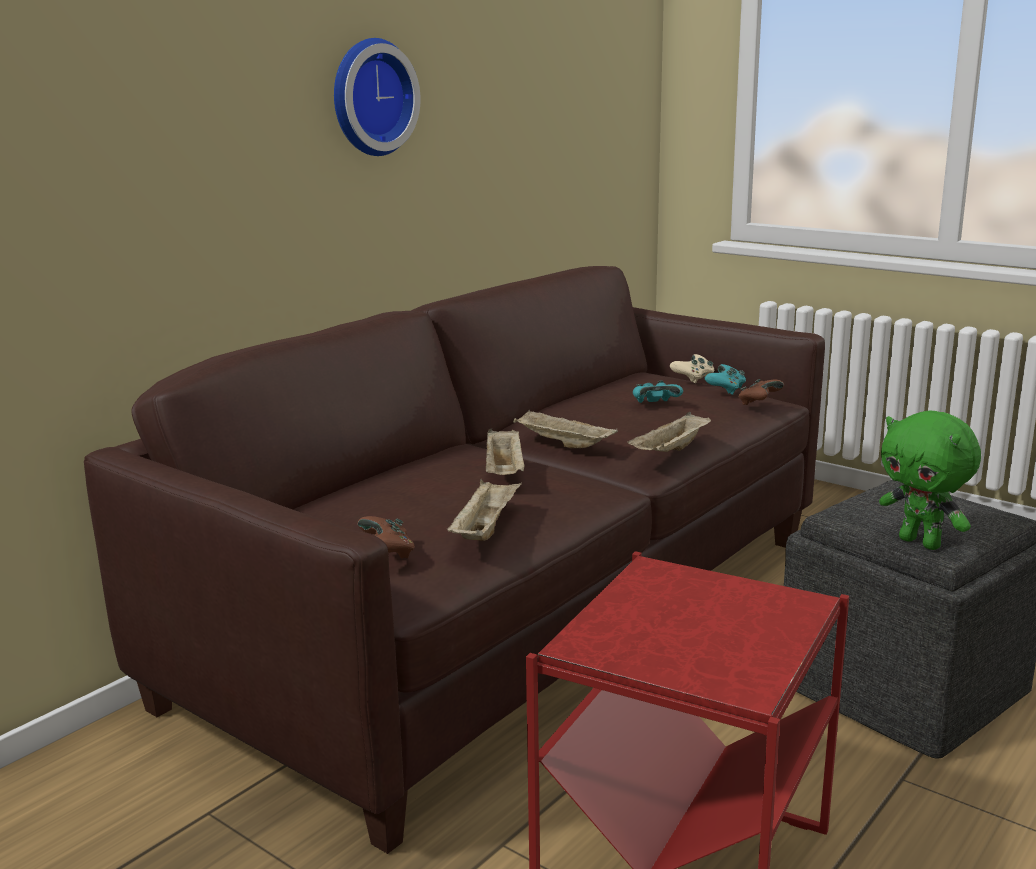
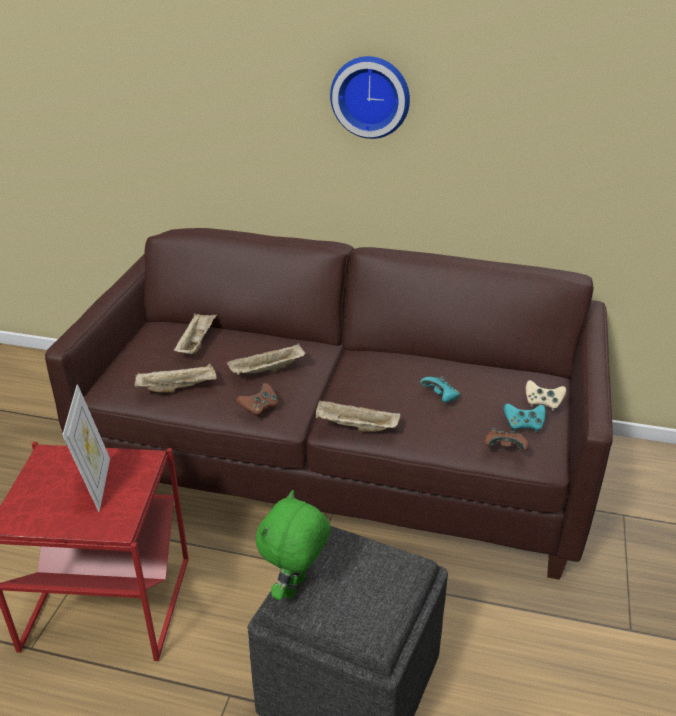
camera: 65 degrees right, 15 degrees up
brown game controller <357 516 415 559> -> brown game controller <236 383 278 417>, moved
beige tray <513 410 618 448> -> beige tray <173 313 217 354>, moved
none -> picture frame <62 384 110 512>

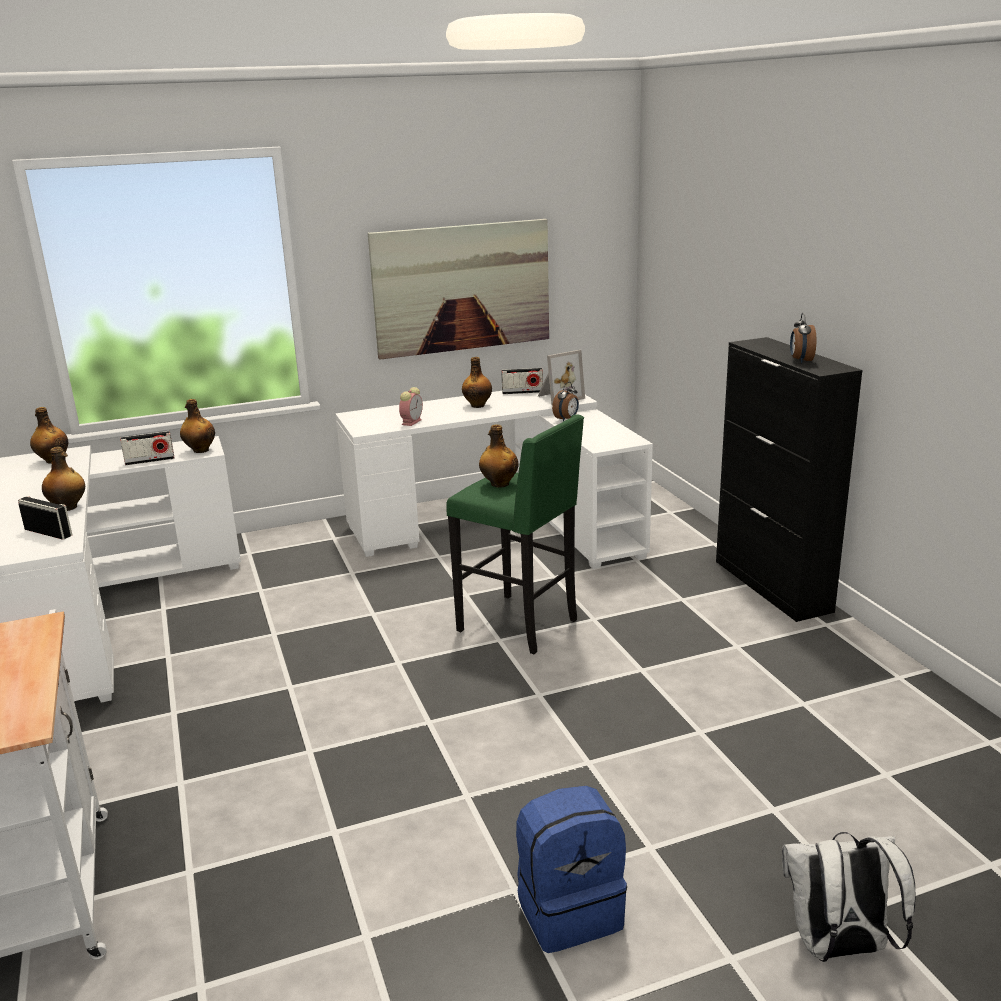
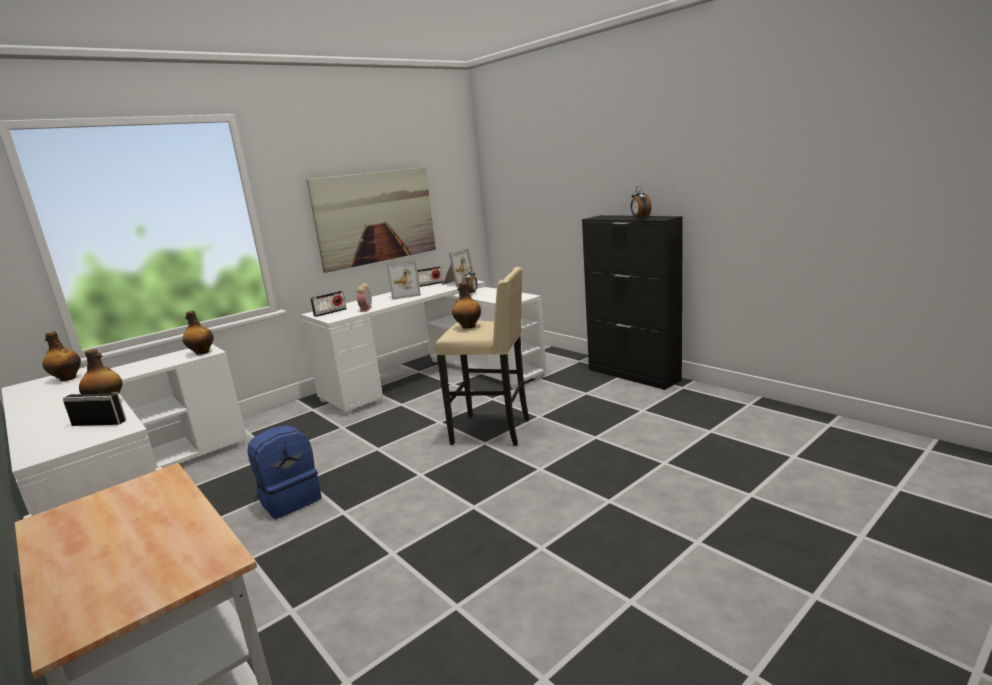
camera: 20 degrees left, 5 degrees down
radio <120 431 174 465> -> radio <310 291 347 317>, moved
green stool <446 414 584 654> -> beige stool <435 267 529 446>
bottle <462 357 492 408> -> picture frame <387 260 421 300>
blue backpack <516 786 627 953> -> blue backpack <247 425 322 519>, moved
white backpack <782 832 916 962> -> none

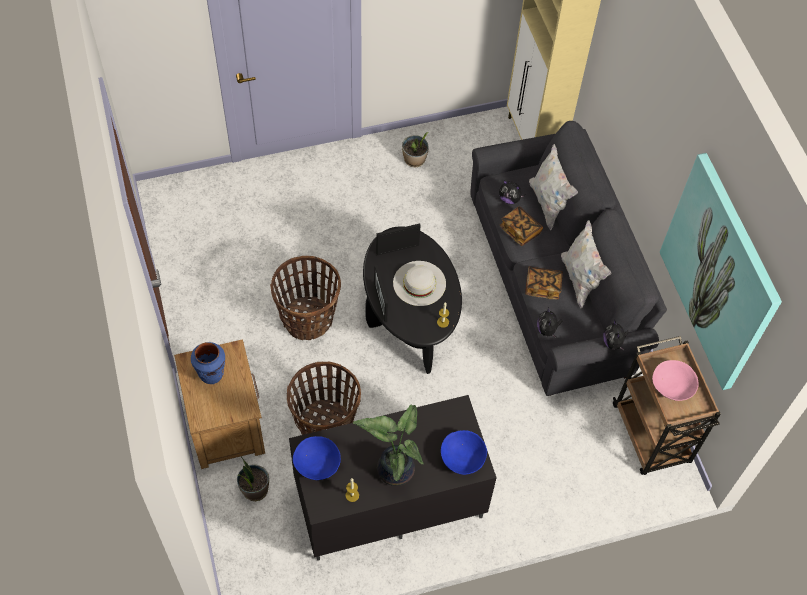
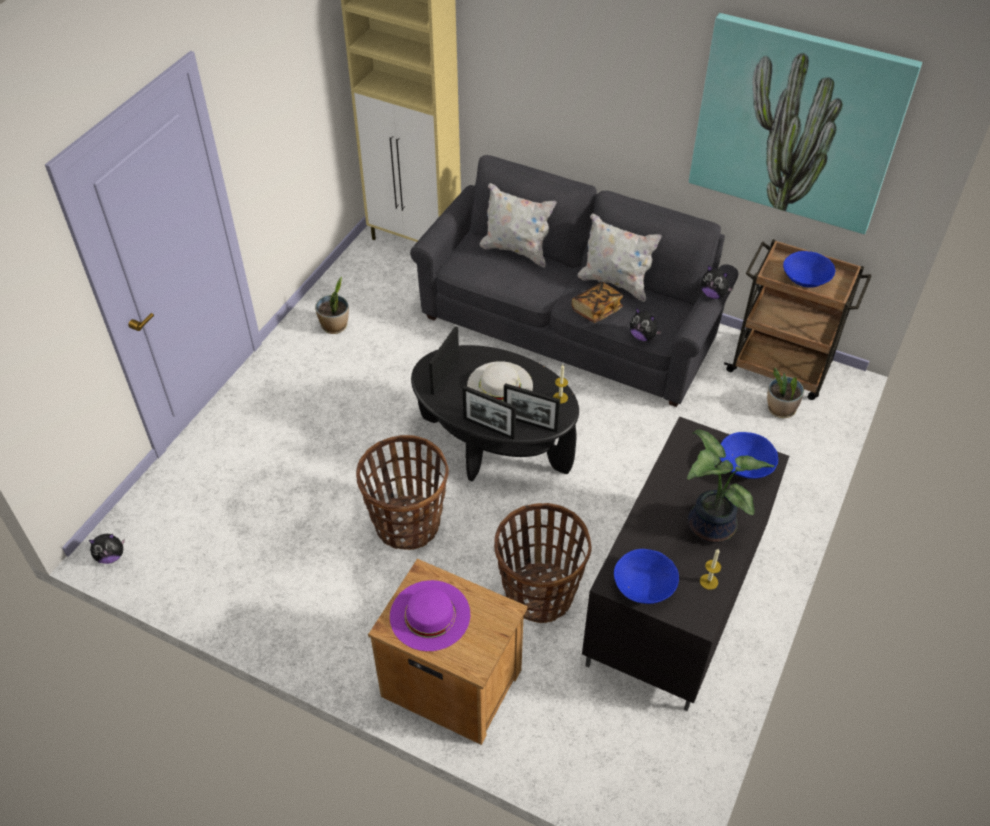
camera: 45 degrees left, 10 degrees down
blue vase <191 342 225 384> -> purple hat <390 580 470 651>
potted plant <237 457 269 501> -> potted plant <767 368 804 418>, moved
plush toy <499 180 525 204> -> plush toy <89 534 125 564>, moved
book <500 207 543 246> -> none
pink bowl <652 360 699 401> -> blue bowl <783 251 835 287>
none -> picture frame <504 383 560 433>

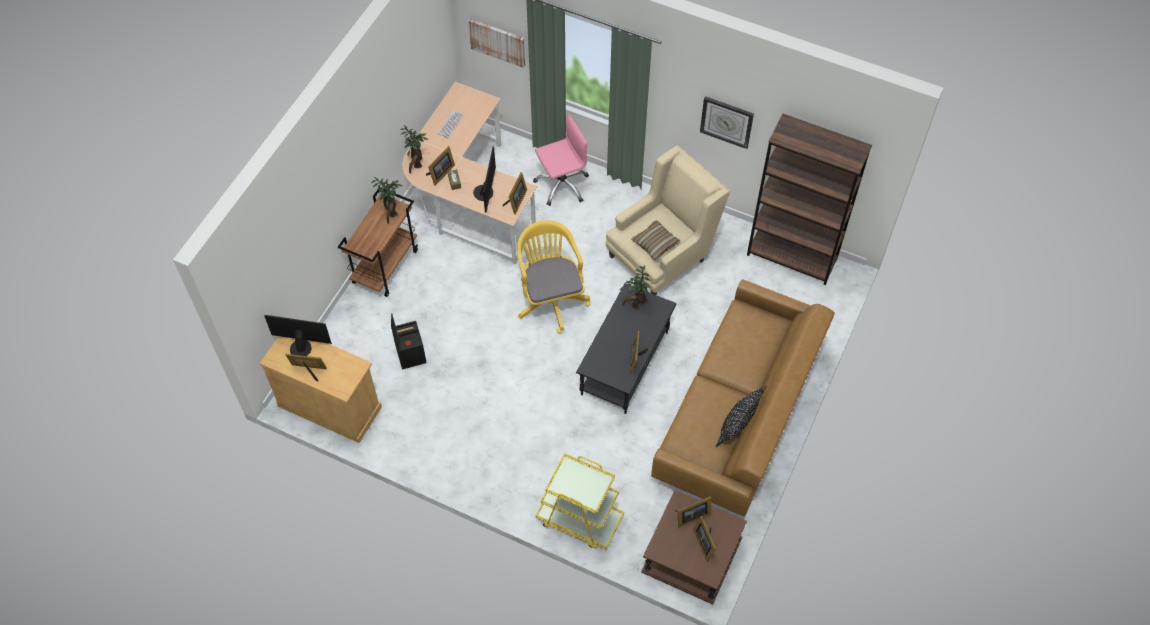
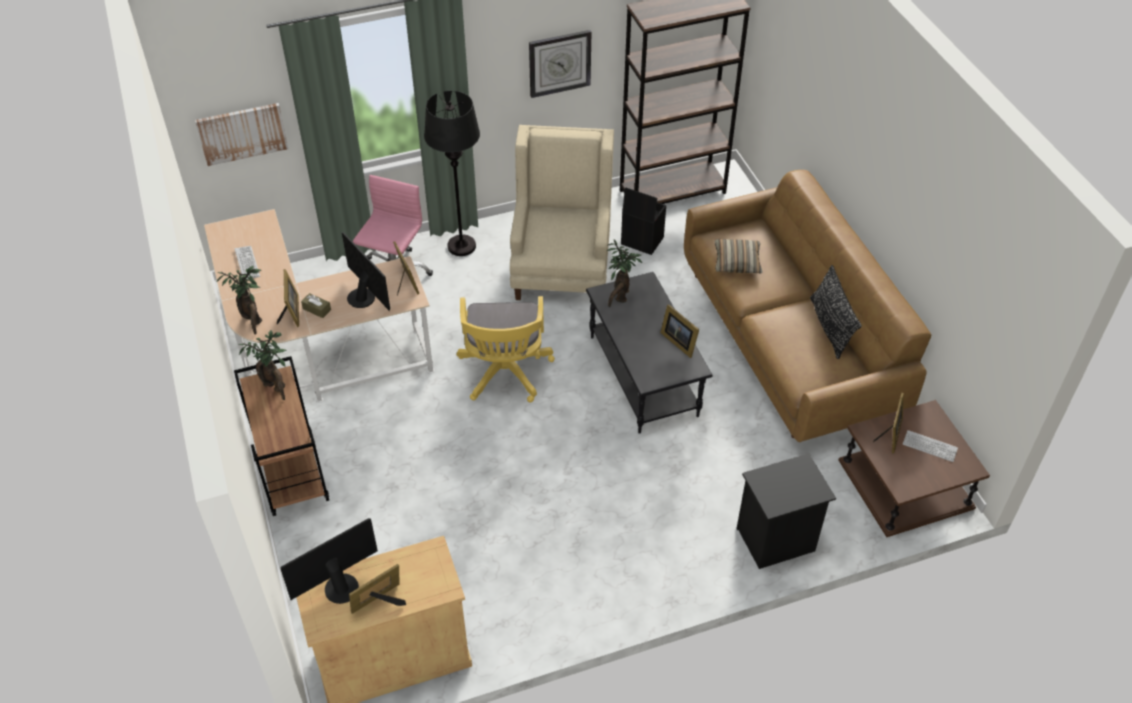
camera: 45 degrees left, 10 degrees down
black storage box <391 313 427 370> -> black storage box <621 187 666 255>, moved
yellow office chair <517 220 590 334> -> yellow office chair <457 296 555 403>, 120 degrees counterclockwise
yellow cart <536 453 624 550> -> black nightstand <736 453 836 569>
pillow <631 220 680 261> -> pillow <715 239 762 273>, moved
picture frame <693 516 716 562> -> keyboard <903 430 958 462>
none -> black floor lamp <424 91 480 256>

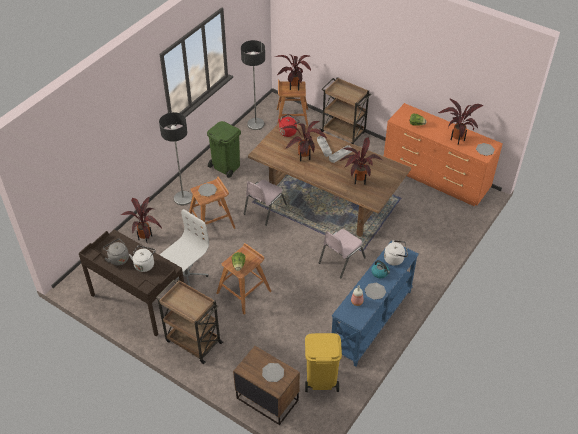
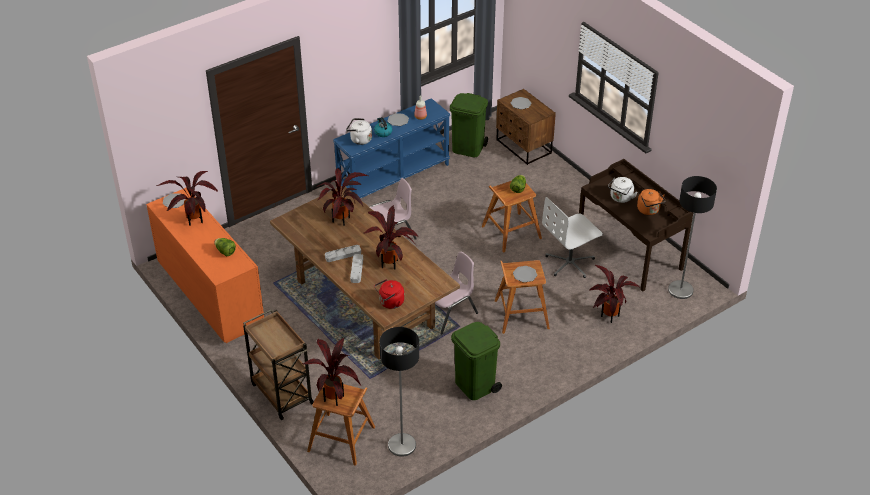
camera: 160 degrees left, 5 degrees down
grey kettle <103 238 129 266> -> orange kettle <637 189 666 215>
brown cart <156 279 224 364> -> none
floor lamp <159 112 192 205> -> floor lamp <668 176 717 299>, moved
yellow trash can <305 333 342 392> -> green trash can <450 93 488 157>

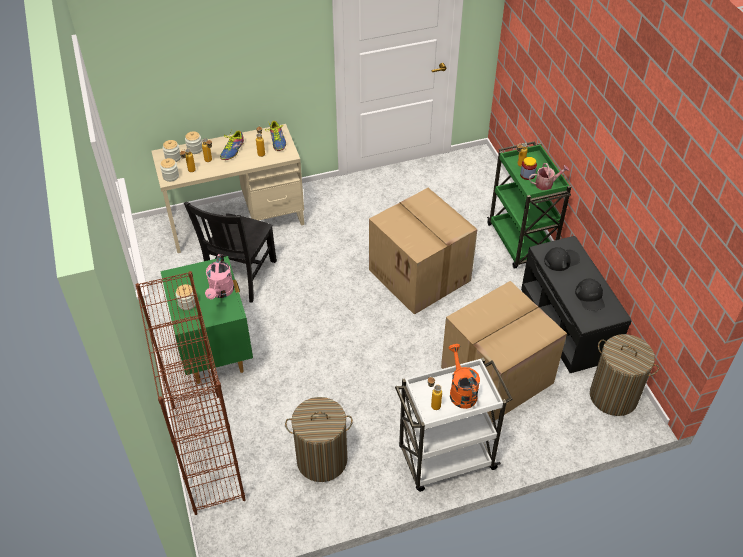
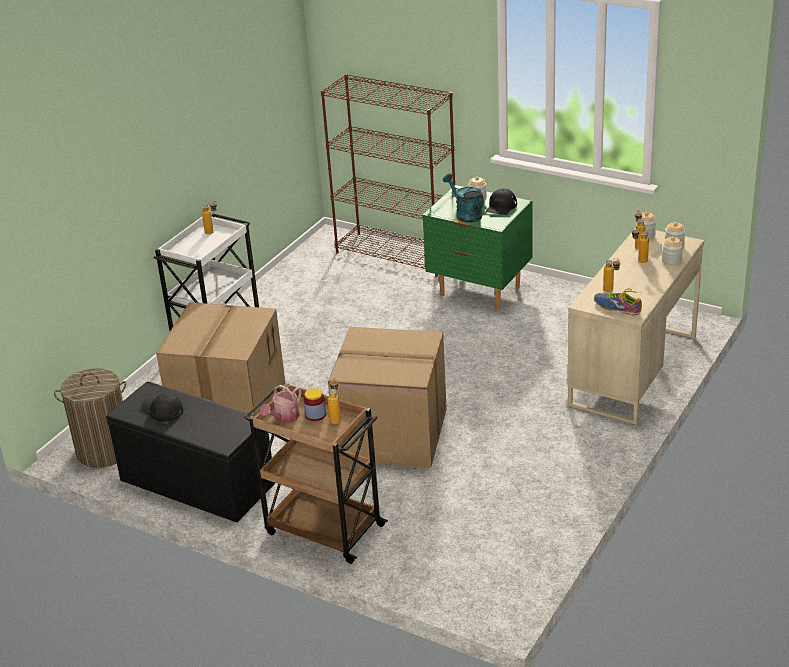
camera: 140 degrees right, 15 degrees down
black chair <184 202 277 302> -> none
pink watering can <205 254 234 299> -> turquoise watering can <443 174 484 223>
shoe <220 130 244 160> -> none
laundry basket <285 397 353 482> -> none
orange watering can <449 344 480 409> -> none
green cart <487 141 571 269> -> brown cart <244 383 388 564>
black cap <544 247 580 271> -> black cap <486 188 517 215>, moved

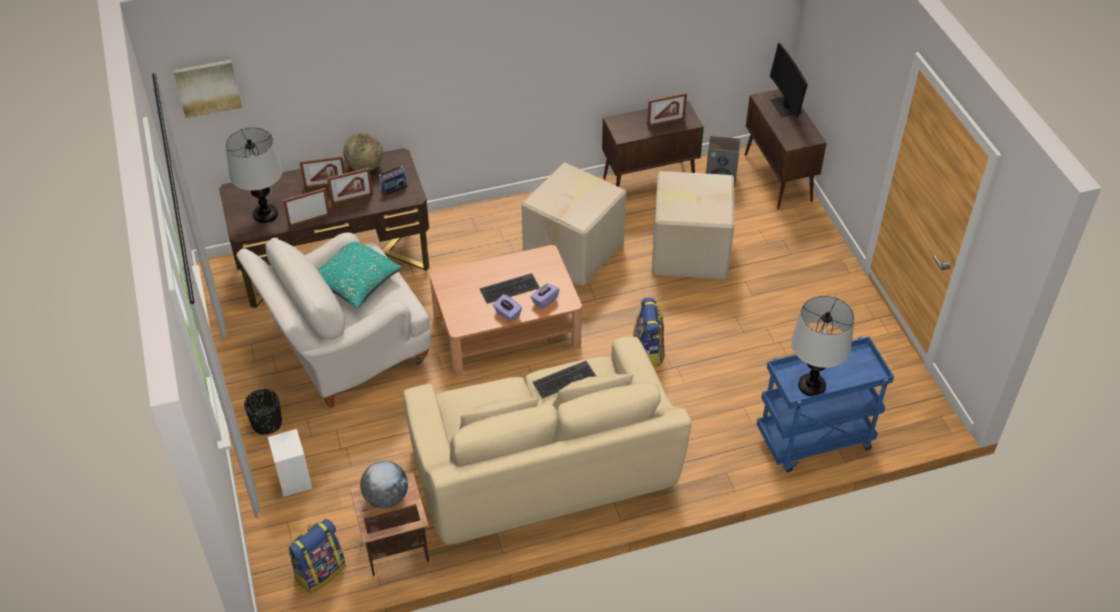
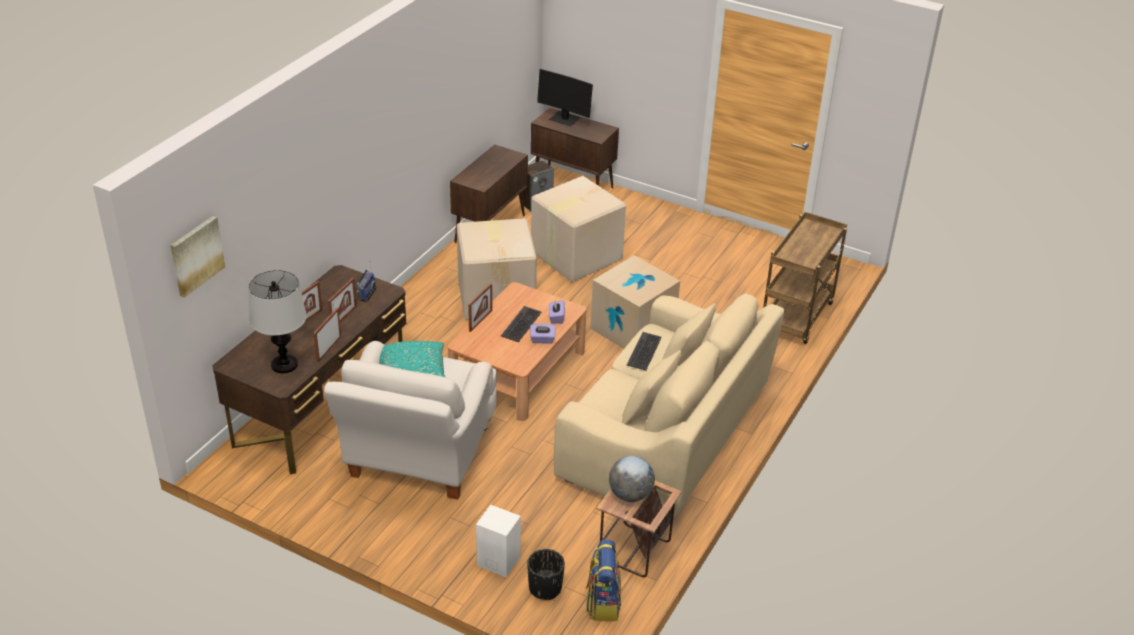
camera: 45 degrees left, 10 degrees down
black planter <244 389 282 435> -> black planter <527 549 565 600>, moved
globe <343 132 383 171> -> none
backpack <633 298 665 367> -> cardboard box <590 255 680 349>
picture frame <647 93 687 127> -> picture frame <468 283 492 332>, moved
blue cart <757 336 894 472> -> brown cart <763 212 847 344>
table lamp <791 296 854 396> -> none

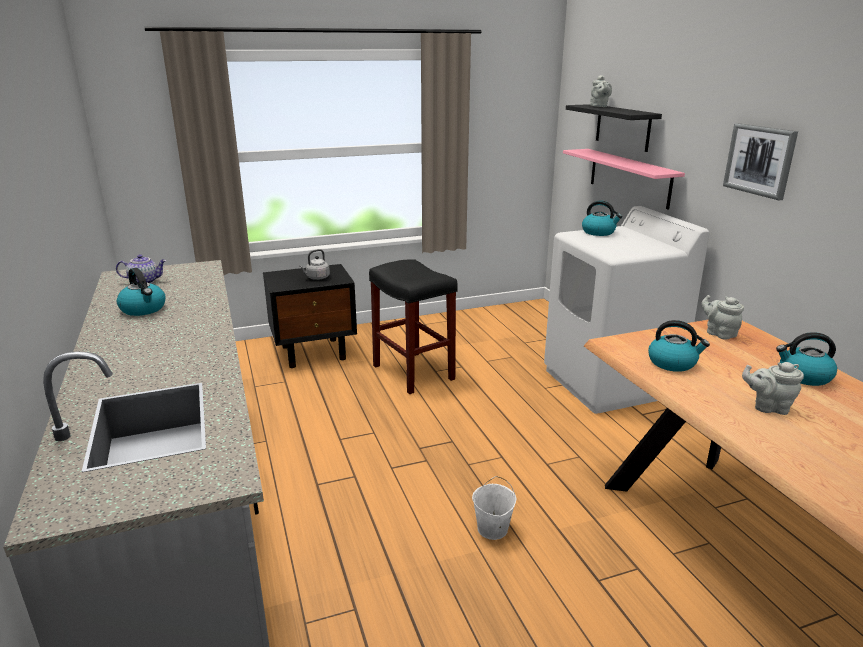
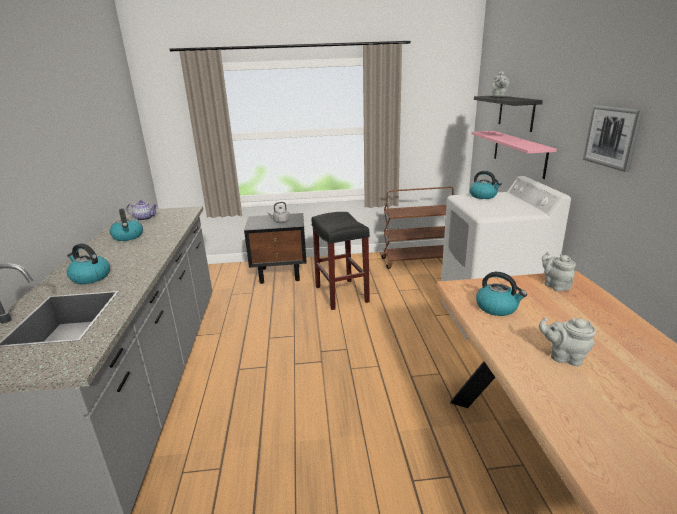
camera: 15 degrees right, 0 degrees up
white bucket <472 476 516 540> -> none
kettle <776 332 837 386> -> kettle <67 243 110 284>, moved
none -> brown cart <381 187 454 269>

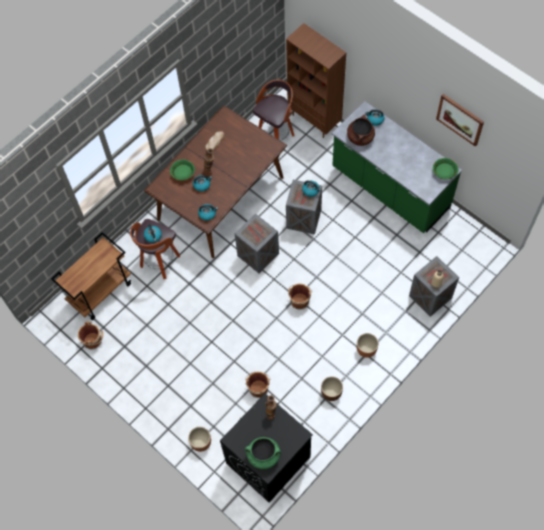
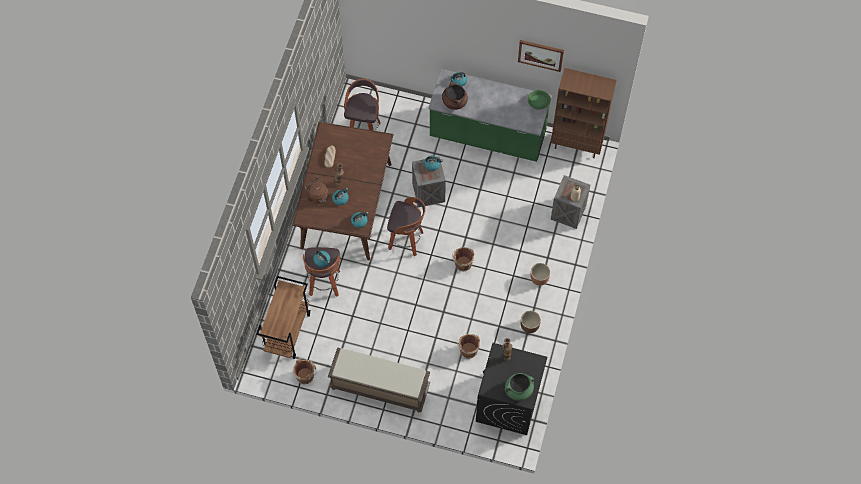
camera: 30 degrees left, 0 degrees up
green bowl <170 159 195 181> -> brown kettle <305 177 329 204>
brown planter <188 427 211 452> -> none
crate <235 213 279 274> -> stool <387 197 426 256>
brown bookcase <286 23 346 138> -> brown bookcase <551 68 616 158>, moved
none -> brown bench <328 347 430 412>

